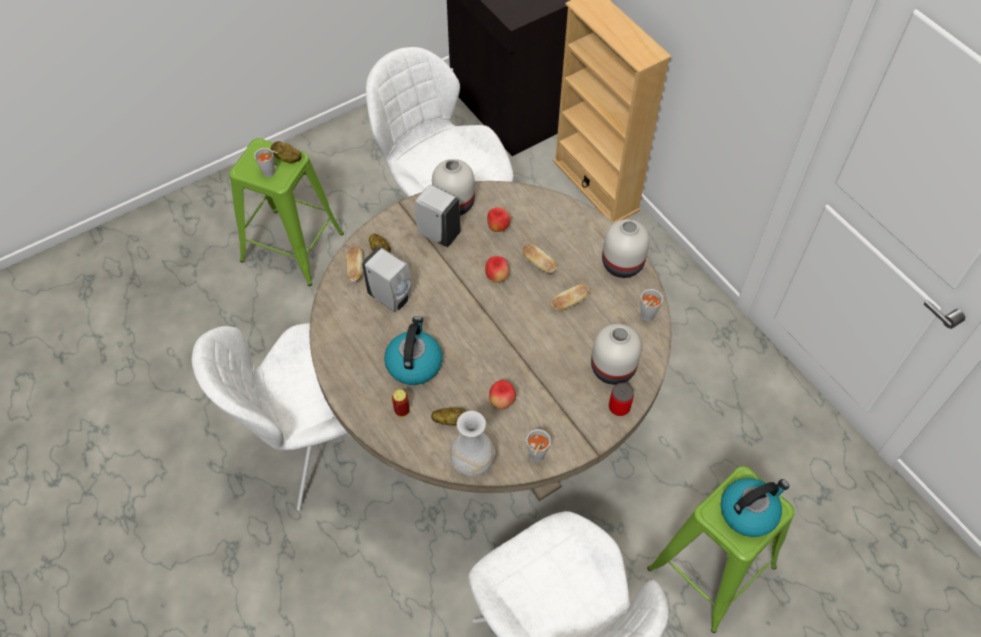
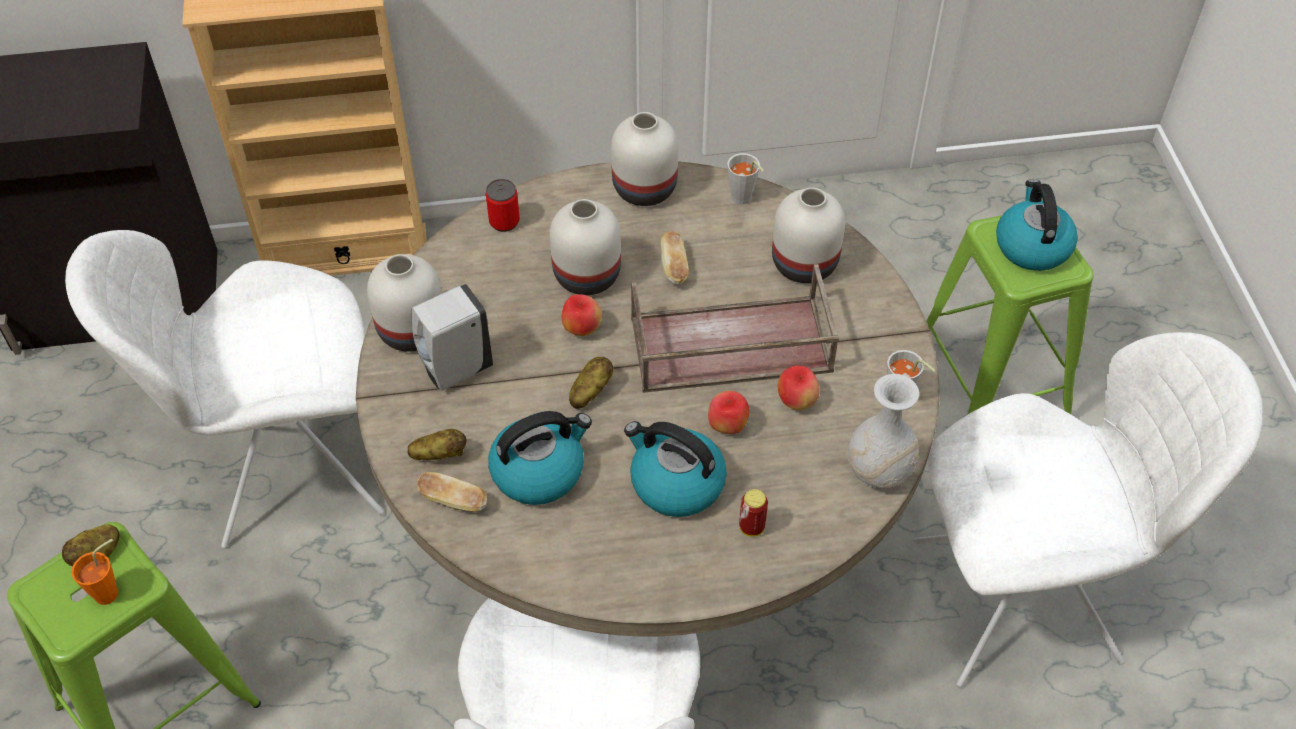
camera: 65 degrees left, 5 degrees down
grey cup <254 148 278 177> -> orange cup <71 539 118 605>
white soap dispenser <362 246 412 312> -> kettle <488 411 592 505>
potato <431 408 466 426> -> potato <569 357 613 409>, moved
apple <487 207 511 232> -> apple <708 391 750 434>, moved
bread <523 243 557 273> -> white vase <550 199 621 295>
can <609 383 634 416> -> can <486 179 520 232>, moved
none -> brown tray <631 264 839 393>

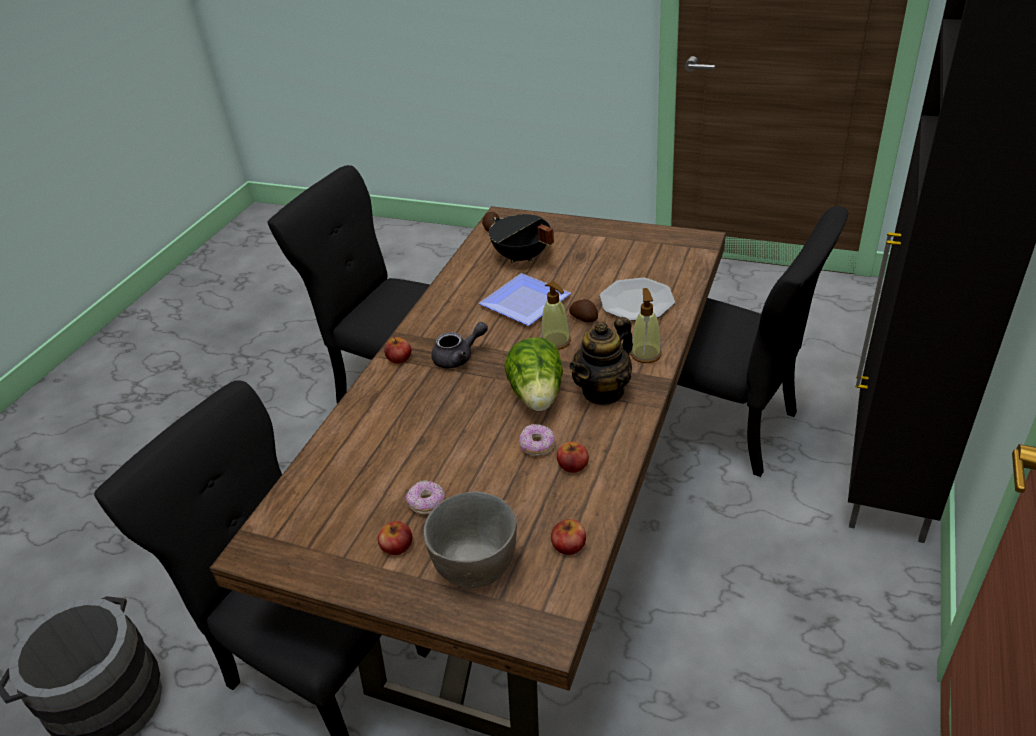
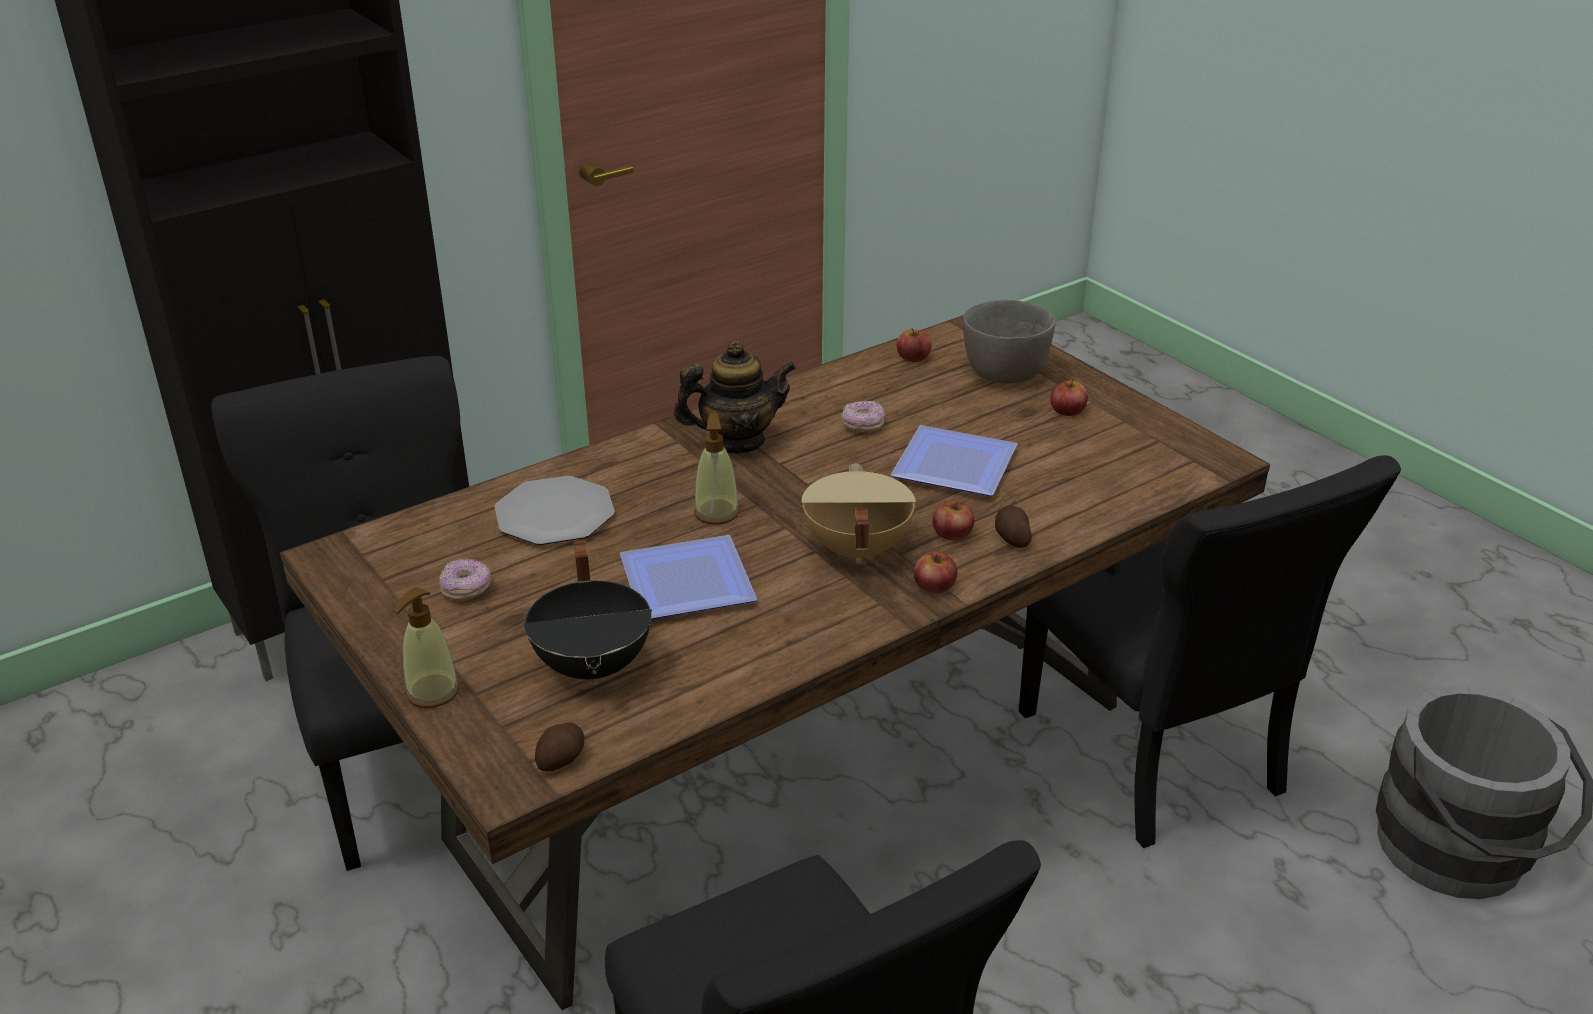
camera: 150 degrees left, 5 degrees down
donut <406 480 445 515> -> donut <439 558 491 600>, moved
grey teapot <431 322 488 369> -> beige cooking pot <801 463 916 564>
lettuce <504 337 563 411> -> none
apple <557 442 589 473> -> apple <932 501 974 541>, moved
potato <569 299 598 322> -> potato <995 505 1032 548>, moved
soap dispenser <631 288 662 363> -> soap dispenser <393 587 460 708>, moved
none -> plate <891 425 1017 496>

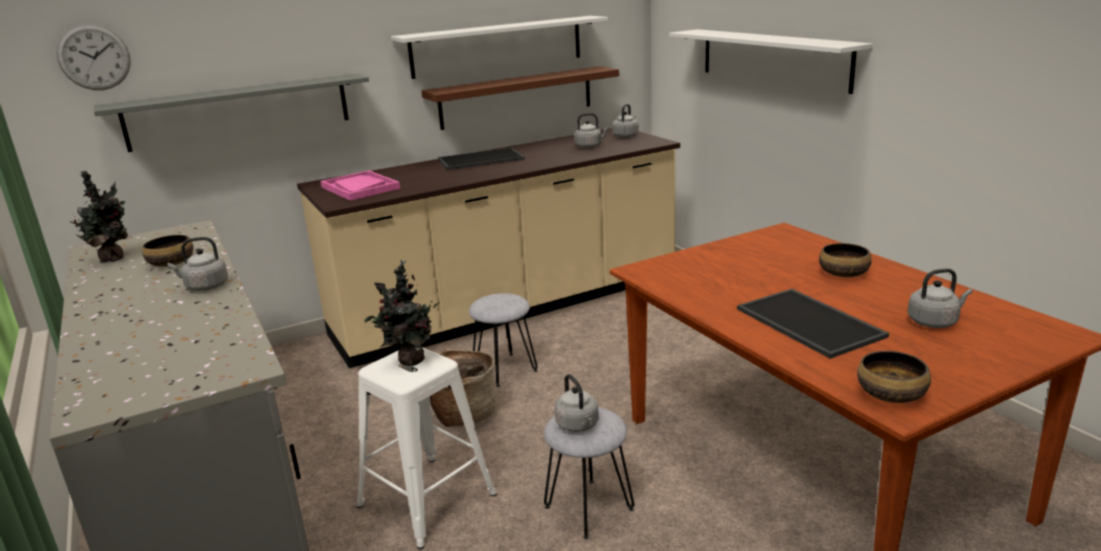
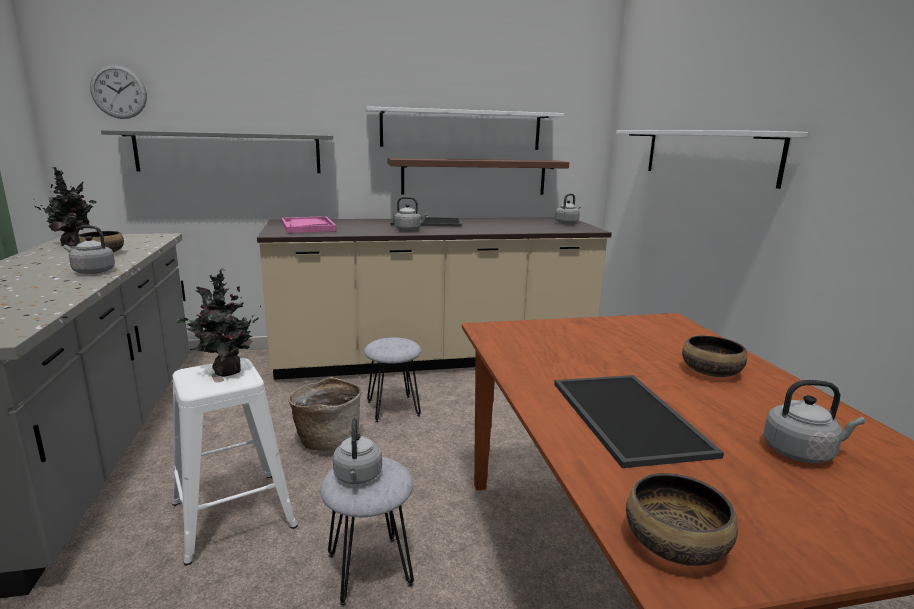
camera: 15 degrees right, 5 degrees down
grey kettle <574 113 609 148> -> grey kettle <394 197 428 231>, moved

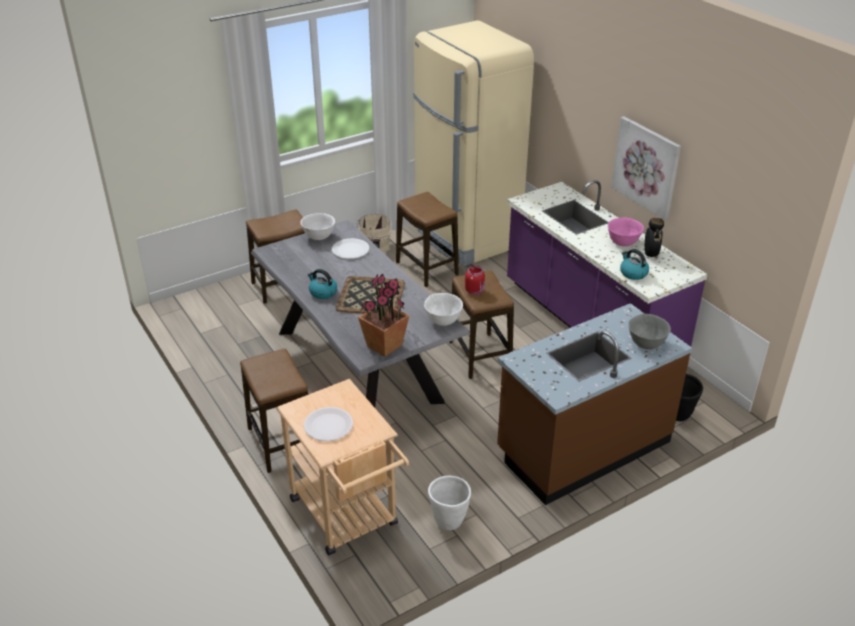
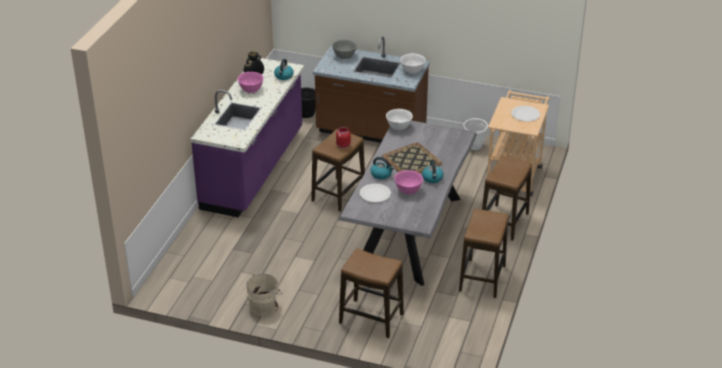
camera: 130 degrees left, 0 degrees up
white bowl <300 213 335 240> -> white bowl <400 53 426 74>, moved
potted plant <358 274 409 357> -> none
stool <396 192 459 287> -> stool <459 209 509 298>, moved
beige fridge <413 20 534 266> -> none
picture <611 116 681 220> -> none
none -> kettle <371 157 394 179>
none -> pink bowl <394 170 423 194>

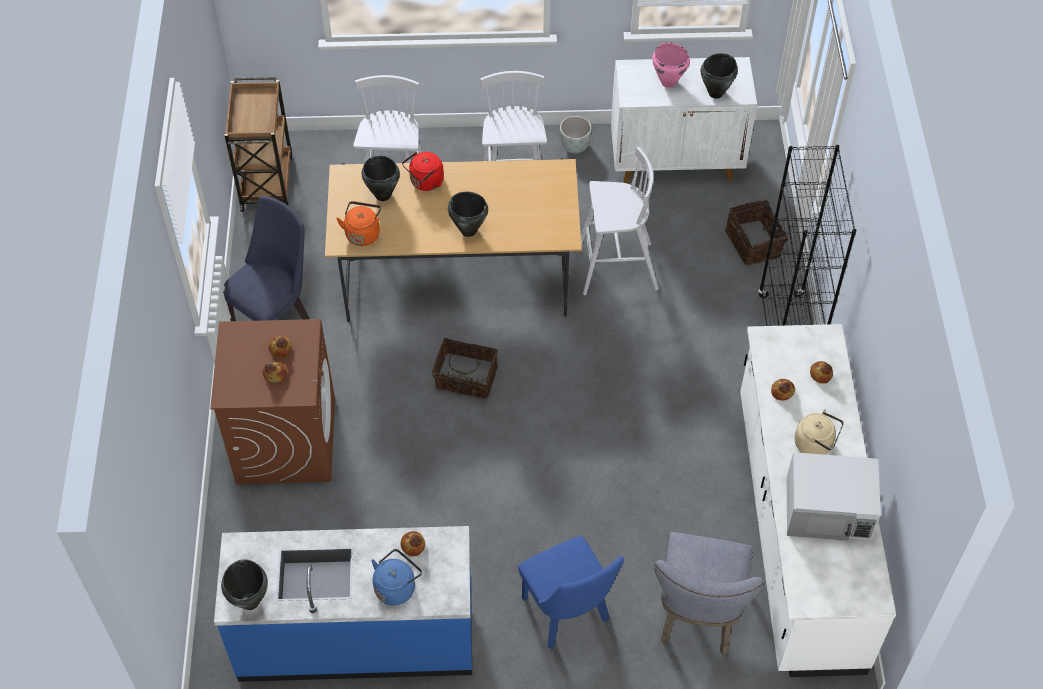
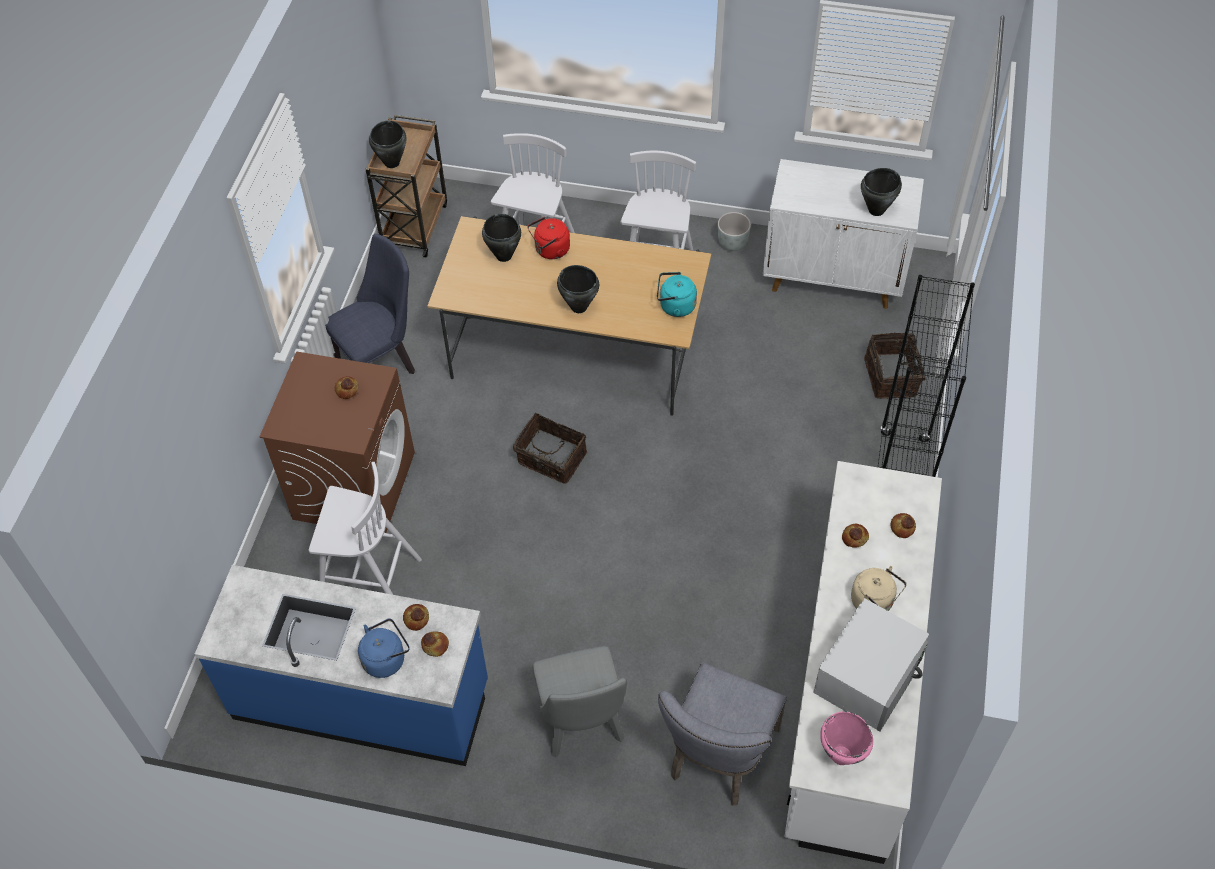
camera: 15 degrees right, 0 degrees up
black cooking pot <221 559 268 610> -> black cooking pot <369 120 407 168>, moved
bread <263 362 287 383> -> bread <421 631 449 657>, moved
orange kettle <336 201 381 246> -> none
blue chair <518 536 624 649> -> grey chair <533 646 627 758>
white stool <581 147 659 295> -> white stool <309 462 422 595>, moved
pink cooking pot <652 43 690 88> -> pink cooking pot <820 711 873 765>, moved
white microwave <787 452 881 541> -> white microwave <813 599 929 731>, 75 degrees counterclockwise
none -> turquoise kettle <657 272 697 317>

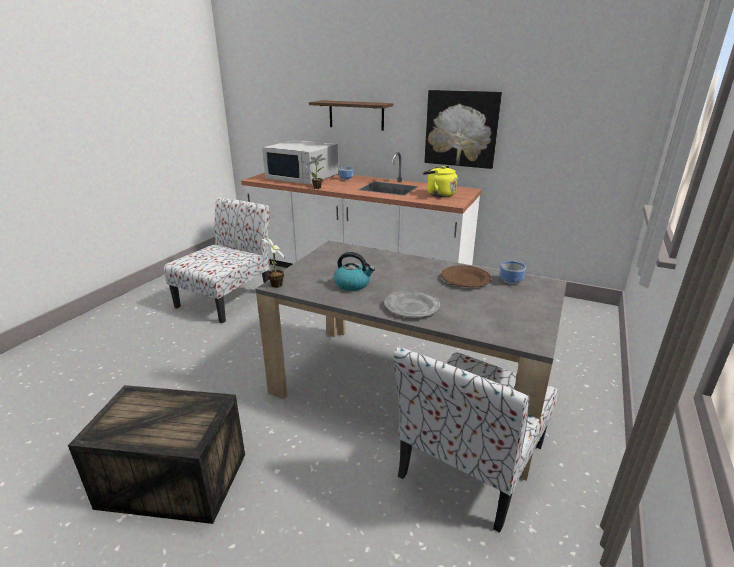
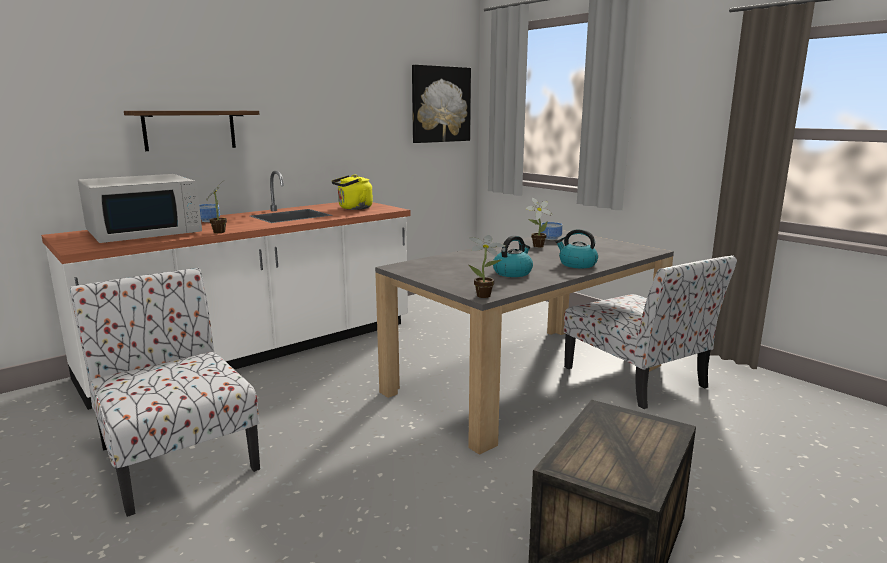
camera: 65 degrees left, 10 degrees down
grey plate <384 290 440 317> -> kettle <555 229 598 268>
picture <424 90 502 169> -> picture <412 65 471 143>, moved
brown plate <441 265 491 287> -> potted plant <525 198 553 247>

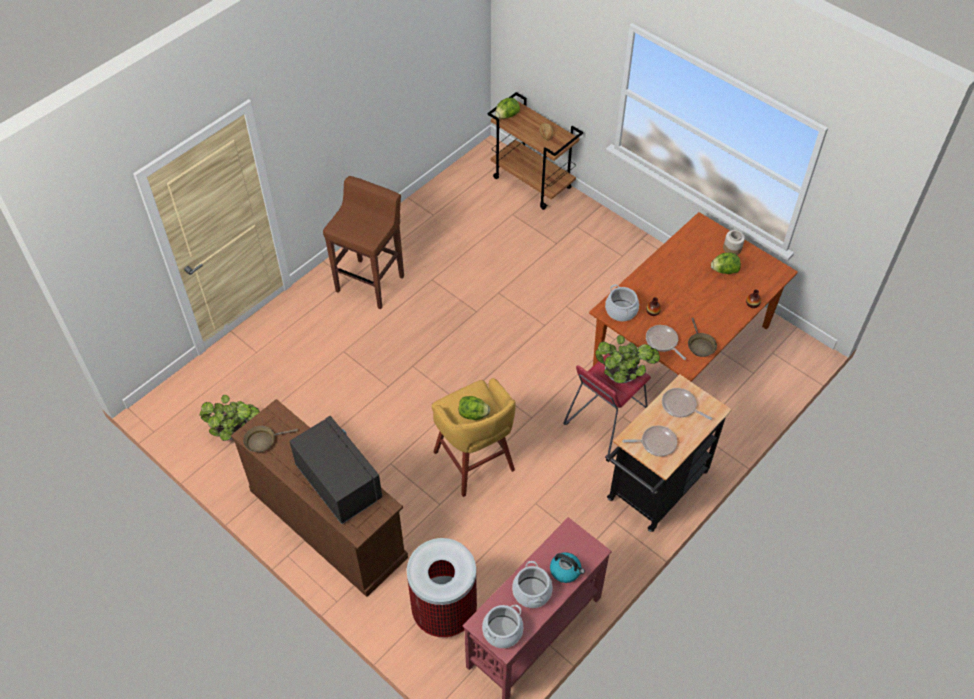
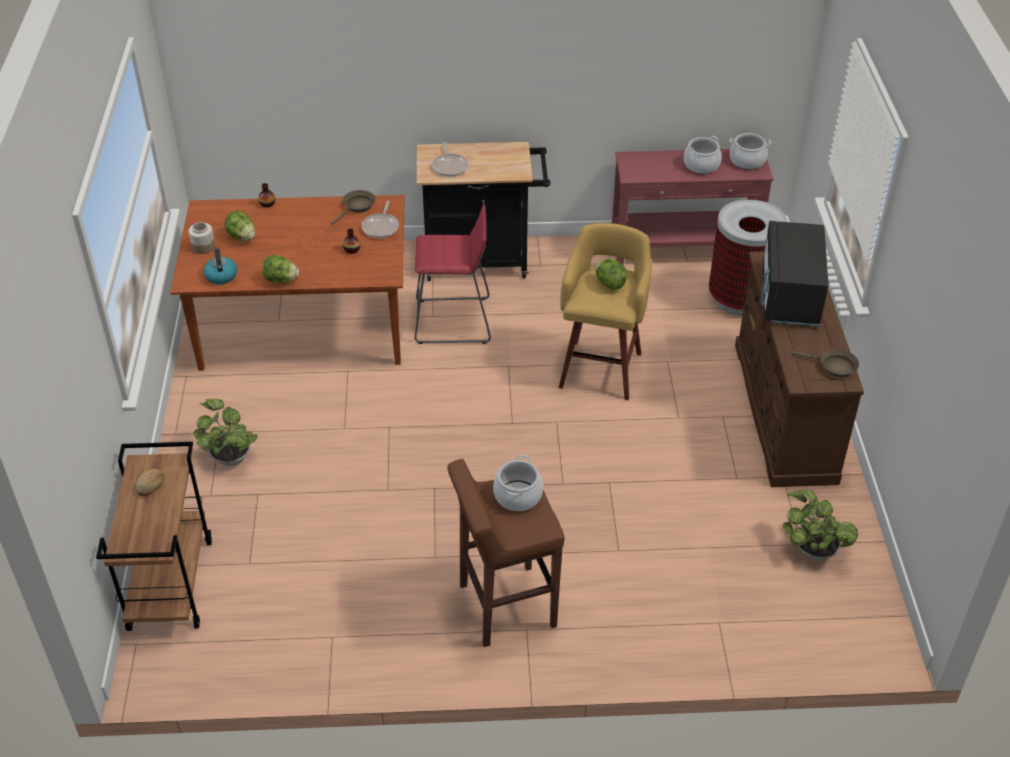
camera: 135 degrees left, 10 degrees down
lettuce <495 98 520 119> -> lettuce <262 255 299 283>, moved
kettle <550 552 585 583> -> kettle <204 249 237 284>, moved
potted plant <595 335 660 383> -> potted plant <193 398 257 466>, moved
cooking pot <605 284 639 321> -> cooking pot <493 455 543 511>, moved
frying pan <622 425 677 457> -> none

